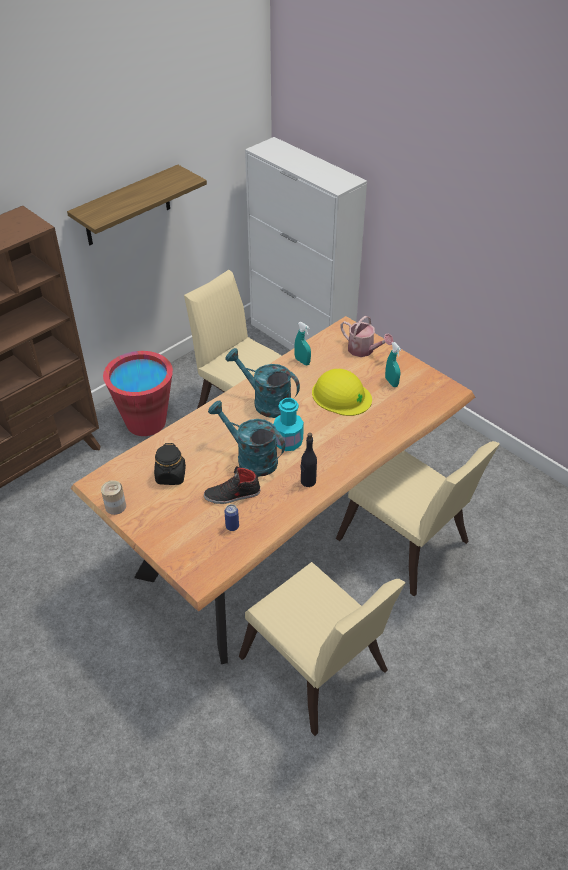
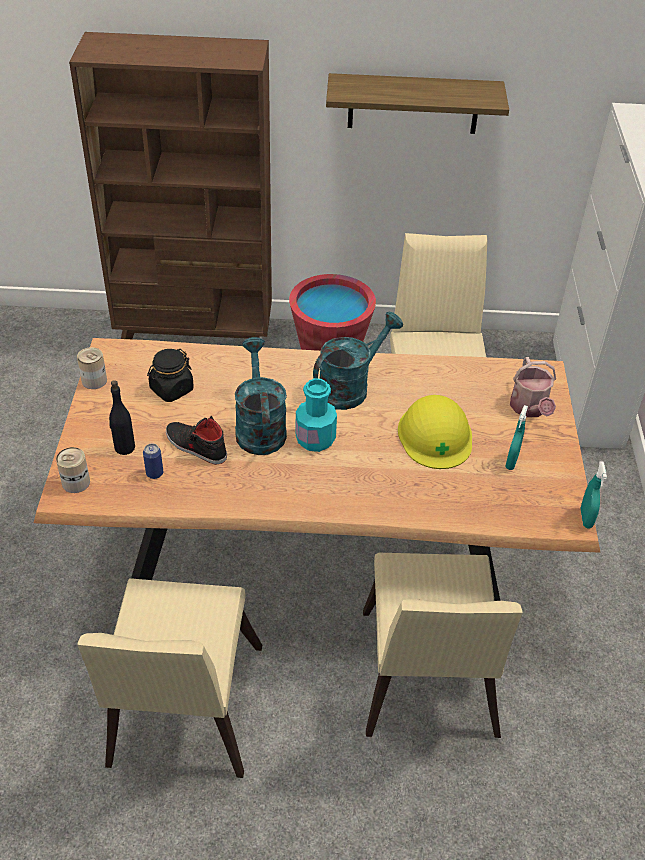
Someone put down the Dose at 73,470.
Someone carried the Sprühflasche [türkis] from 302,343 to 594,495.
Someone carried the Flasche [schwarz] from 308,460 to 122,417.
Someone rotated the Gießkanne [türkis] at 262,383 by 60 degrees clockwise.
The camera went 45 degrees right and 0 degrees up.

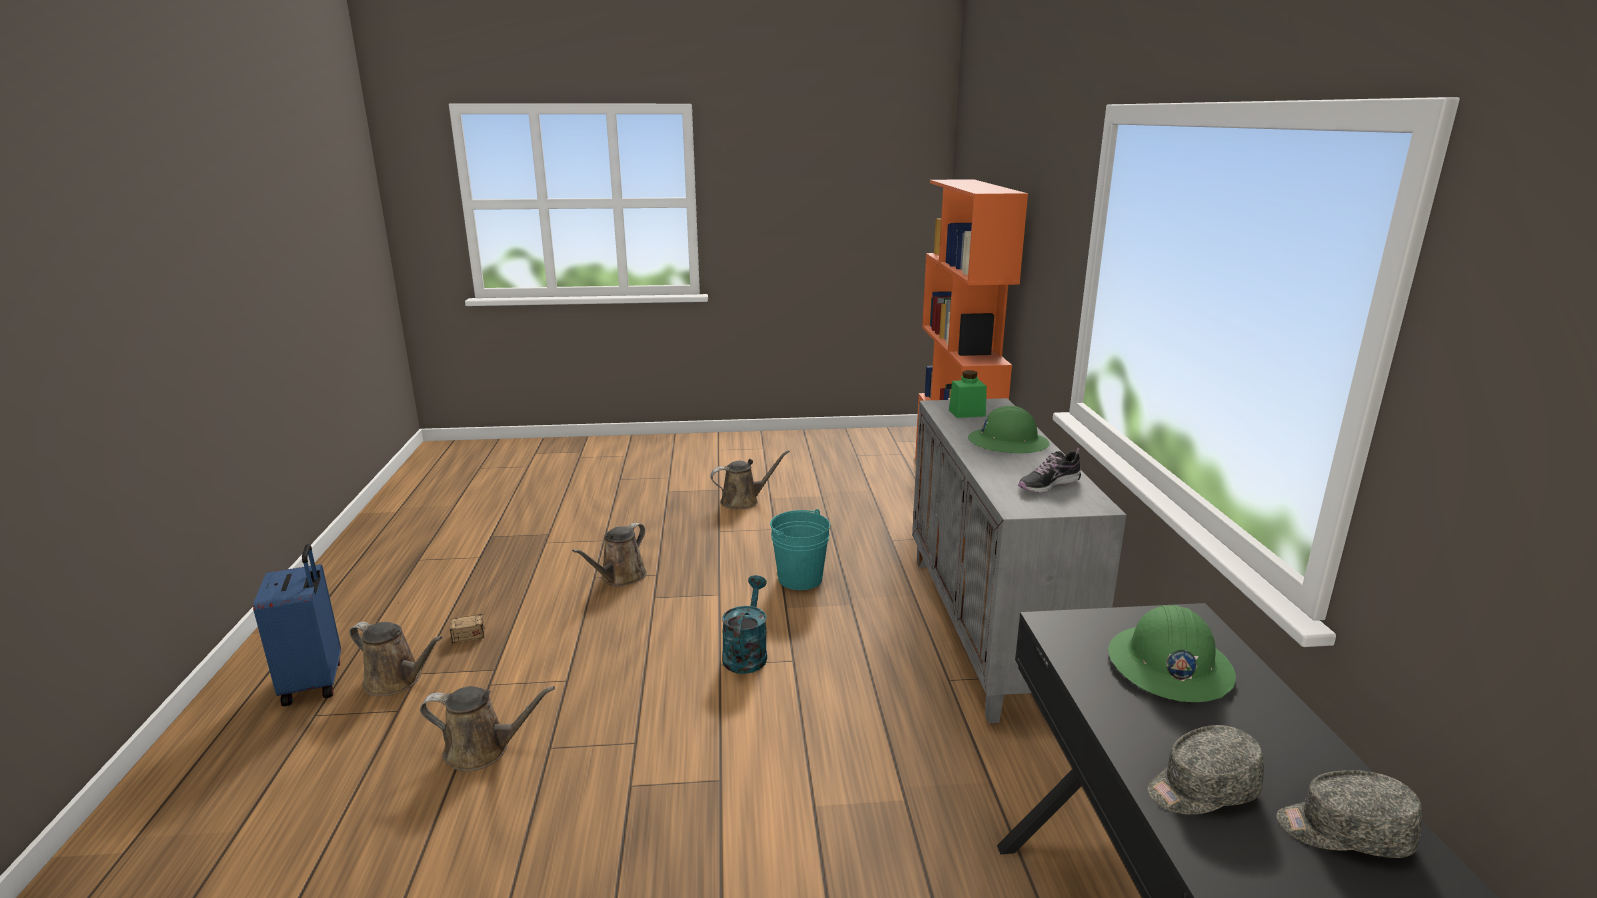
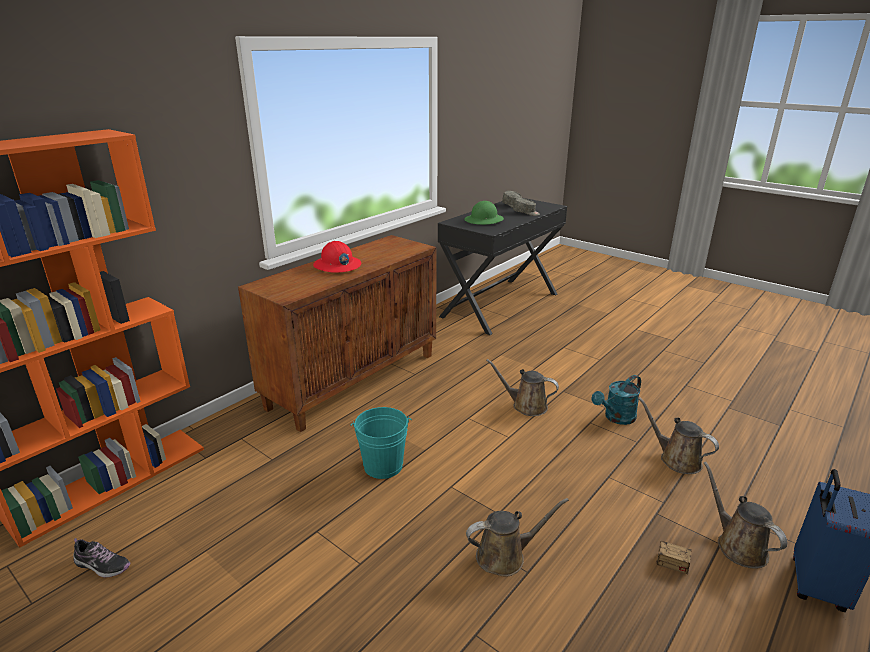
Someone took away the Vorratsglas [grün] at 968,394.
Someone carried the Gießkanne [braun] from 750,479 to 522,387.
Someone carried the Gießkanne [türkis] from 744,624 to 616,400.
Someone carried the Schuh from 1049,470 to 102,558.
Someone repainted the Schrank [grau] at 1019,560, which became the Schrank [braun] at 337,333.
Someone repainted the Schutzhelm [grün] at 1009,429, which became the Schutzhelm [rot] at 337,257.
The camera went 135 degrees left and 5 degrees up.

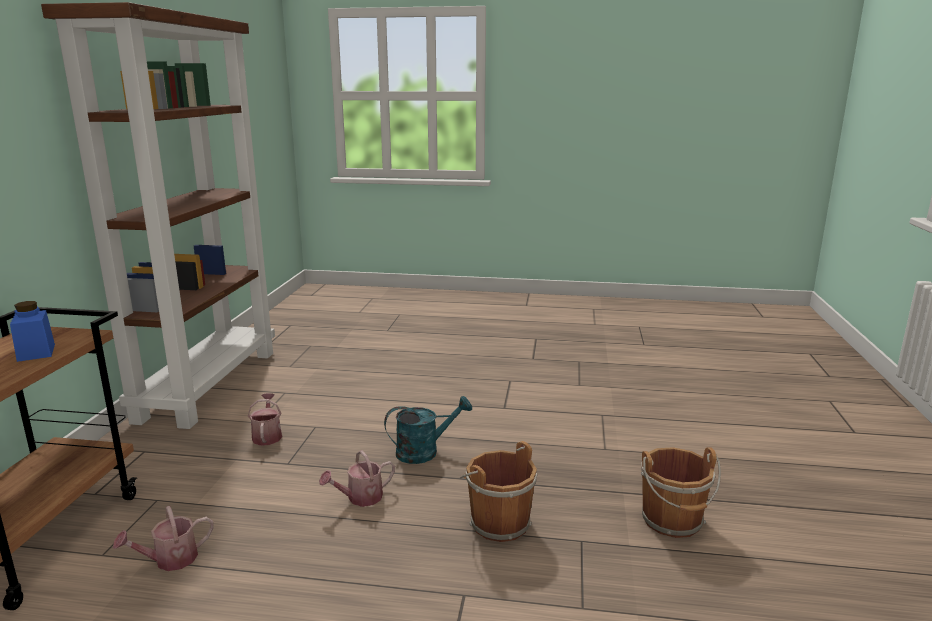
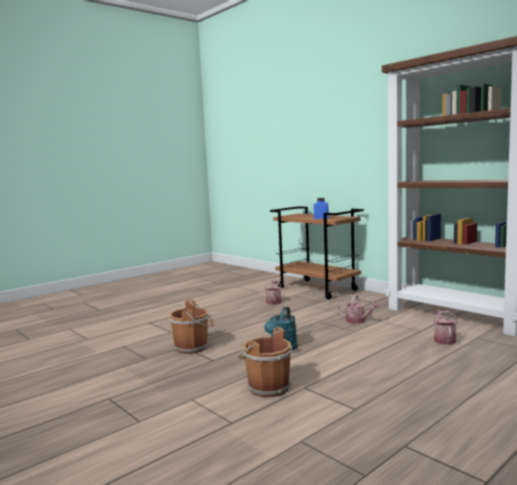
Someone carried the Gießkanne from 357,478 to 445,327.
Someone carried the Eimer [braun] from 681,492 to 265,362.
The camera went 130 degrees right and 10 degrees down.

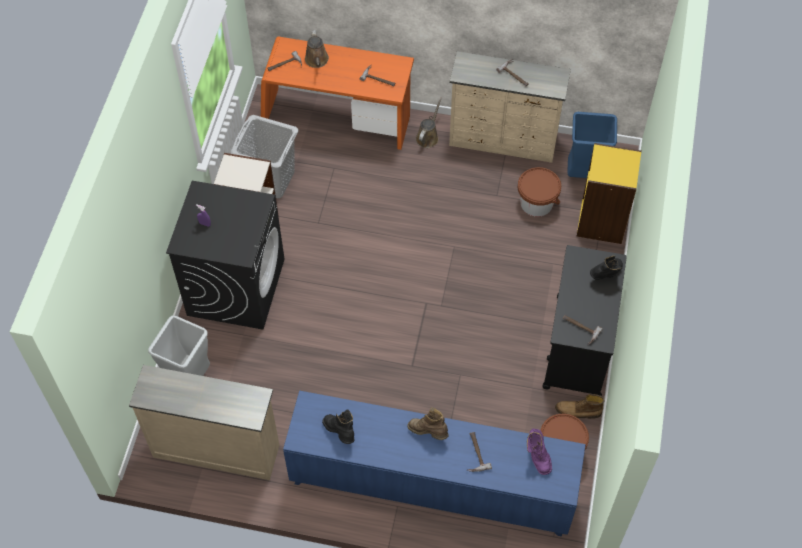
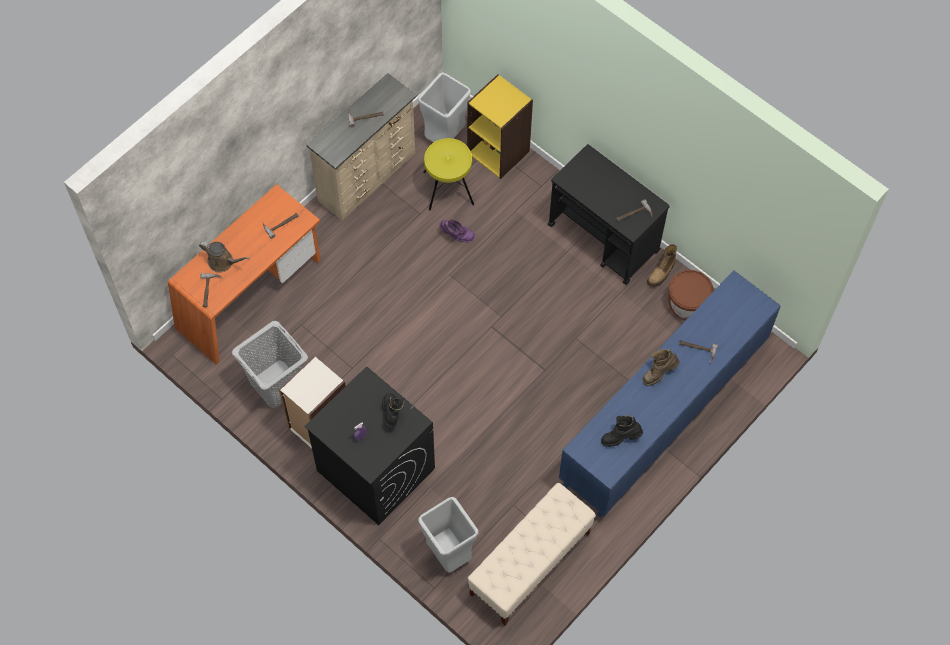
Someone took away the Gießkanne [braun] at 429,122.
Someone carried the Stiefel [lila] from 539,452 to 457,230.
Someone carried the Stiefel [schwarz] from 606,268 to 393,410.
Someone swapped the Kommode [beige] at 204,422 for the Bank [beige] at 532,554.
Someone swapped the Eimer [braun] at 539,192 for the Hocker [gelb] at 448,174.
Someone repainted the Mülleimer [blau] at 592,145, which became the Mülleimer [grau] at 444,107.
The camera went 60 degrees left and 5 degrees up.

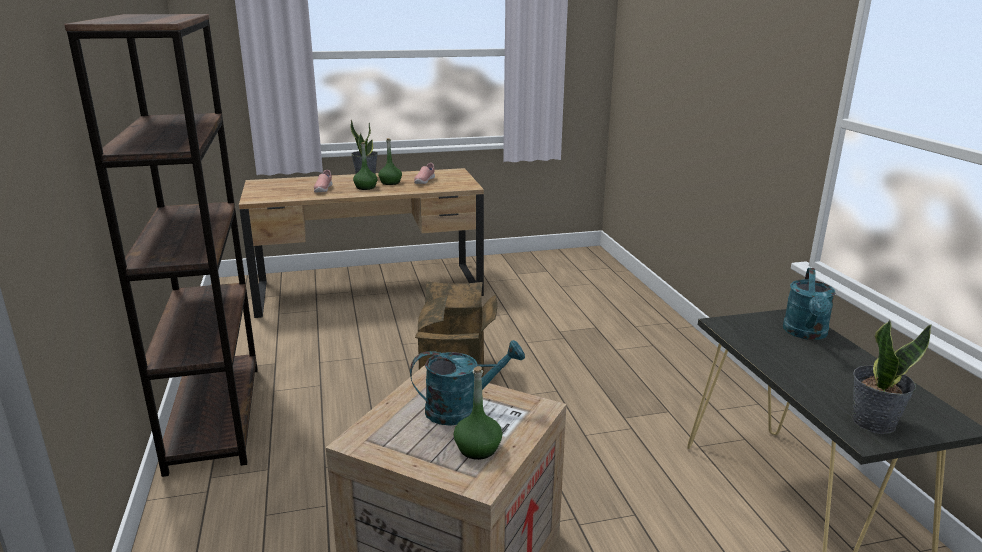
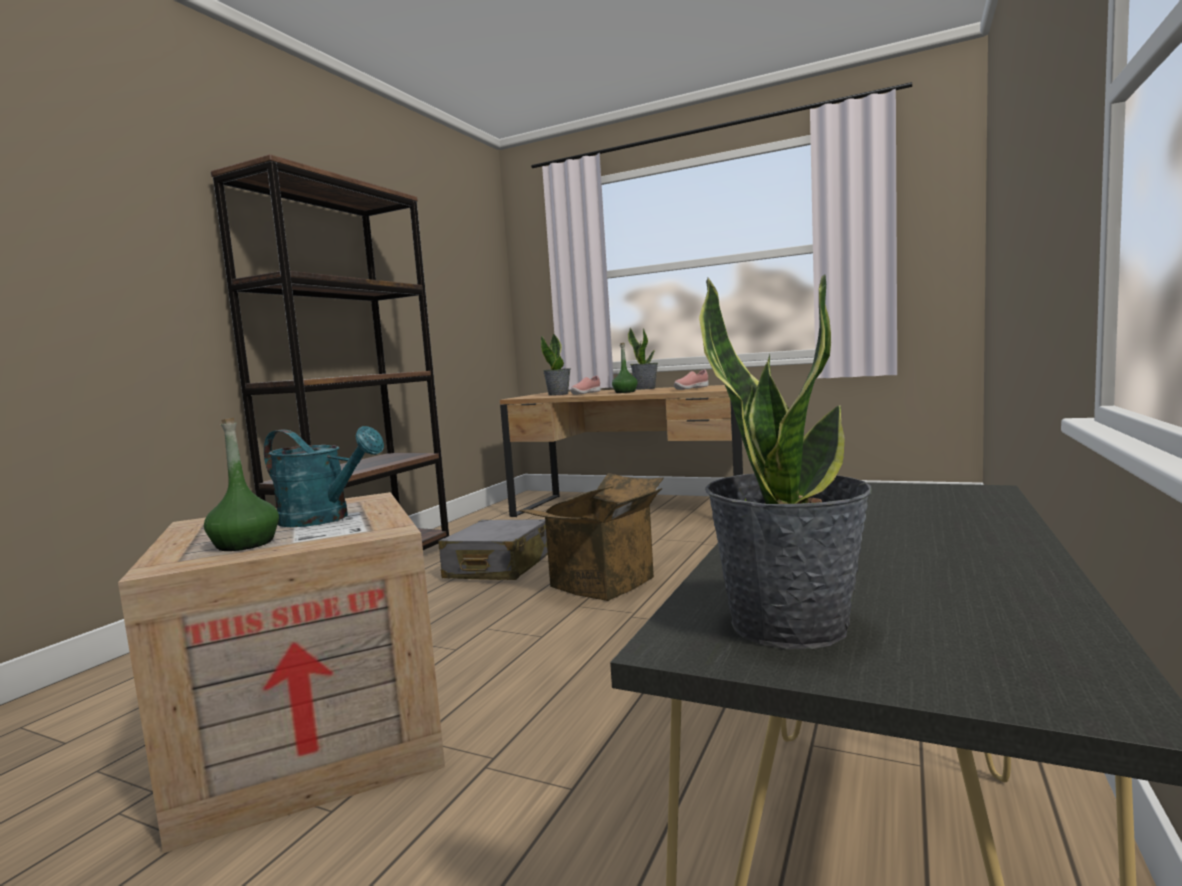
Someone took away the Flasche [grün] at 390,161.
Someone took away the Gießkanne [türkis] at 809,304.
Someone put down the Koffer [grau] at 493,549.
Someone put down the Topfpflanze at 556,364.
The camera went 40 degrees right and 15 degrees down.

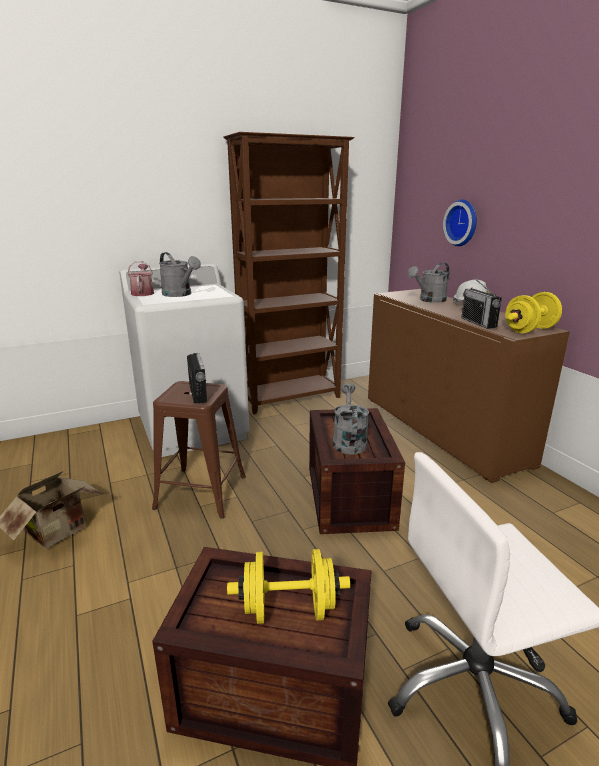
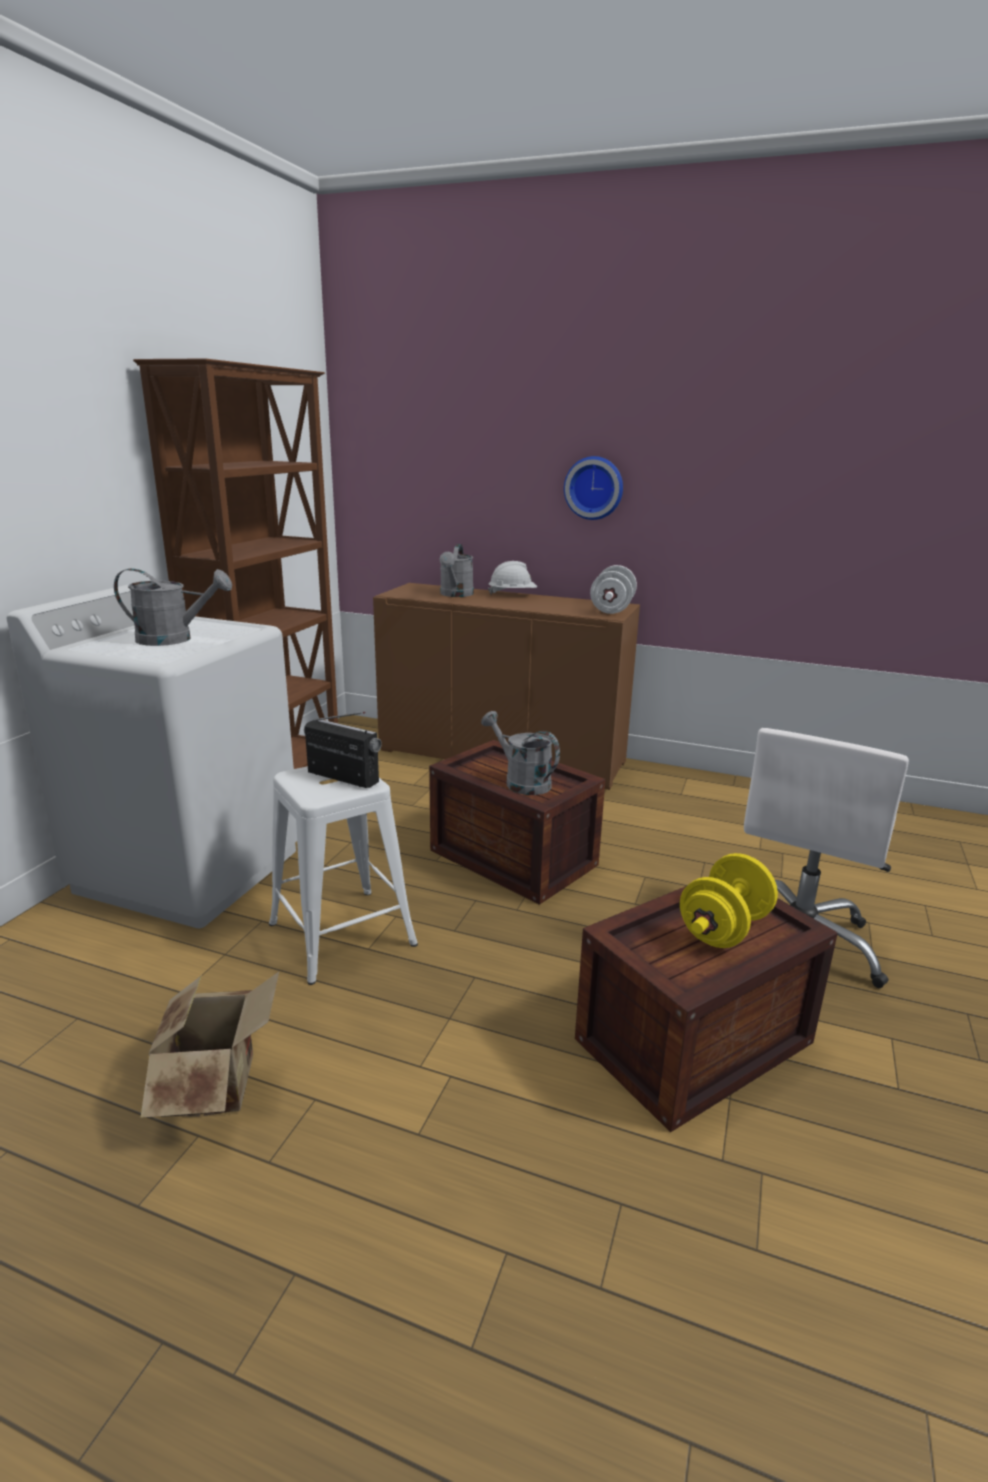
Someone took away the Gießkanne at 140,278.
Someone took away the Radio at 481,303.
Someone carried the Wanduhr from 460,222 to 593,488.
Someone repainted the Hocker [braun] at 199,450, which became the Hocker [weiß] at 343,875.
Someone repainted the Hantel [gelb] at 534,312, which became the Hantel [weiß] at 613,589.
The camera went 45 degrees left and 0 degrees up.

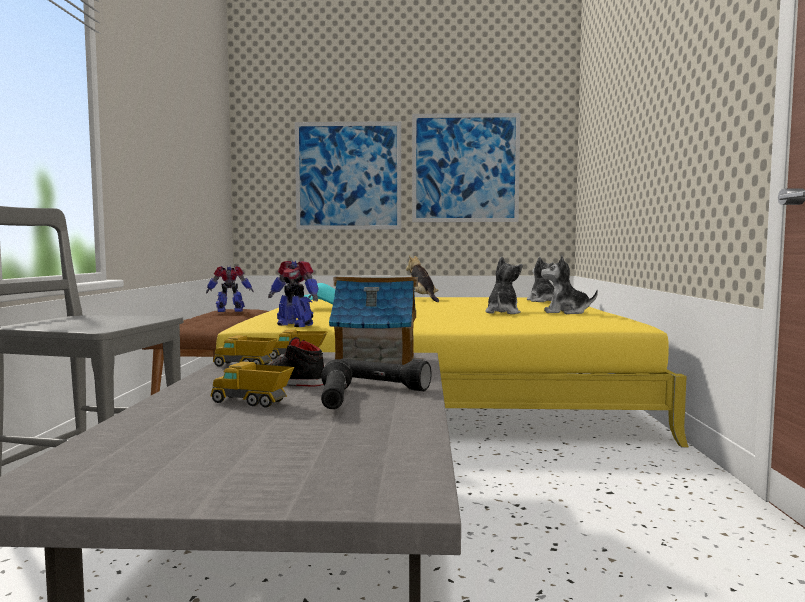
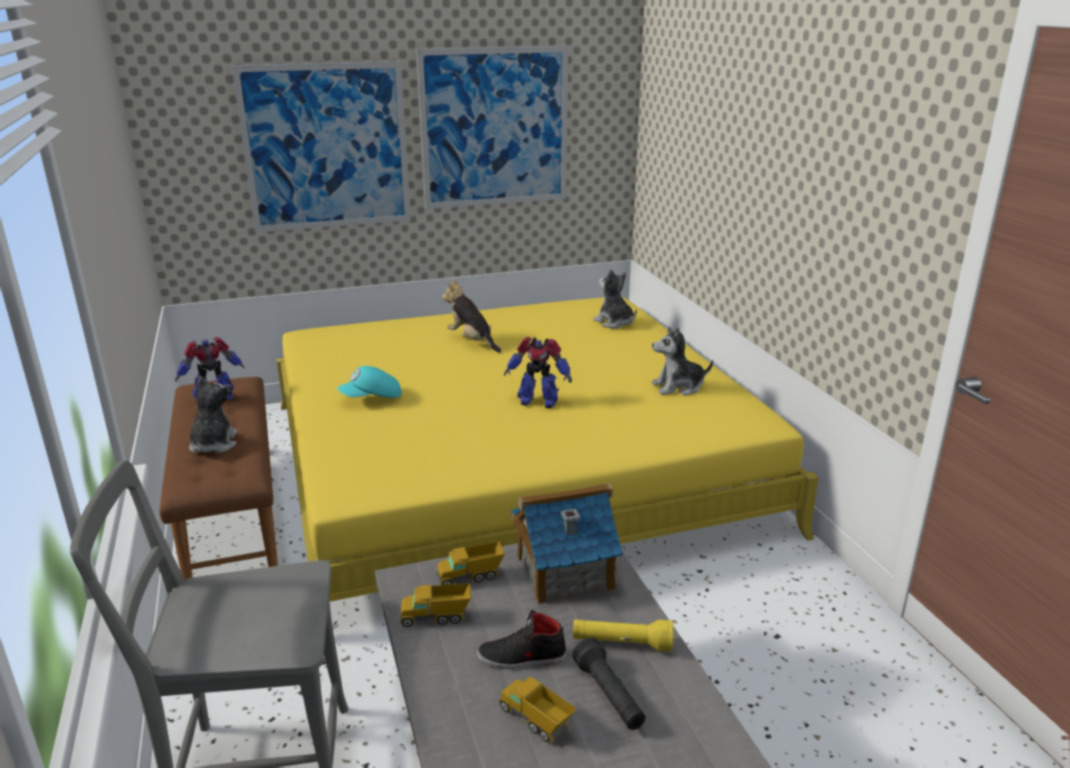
Someone carried the Spielzeugroboter from 293,293 to 538,372.
Someone carried the Plüschtier from 504,285 to 213,414.
Someone repainted the Taschenlampe [schwarz] at 386,375, which became the Taschenlampe [gelb] at 623,636.
Someone rotated the Spielzeuglaster at 252,384 by 45 degrees clockwise.
The camera went 20 degrees left and 20 degrees up.

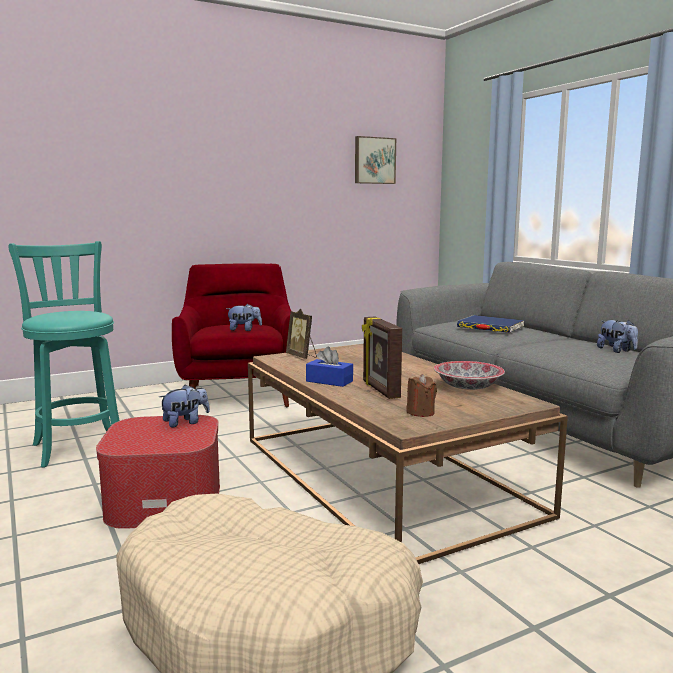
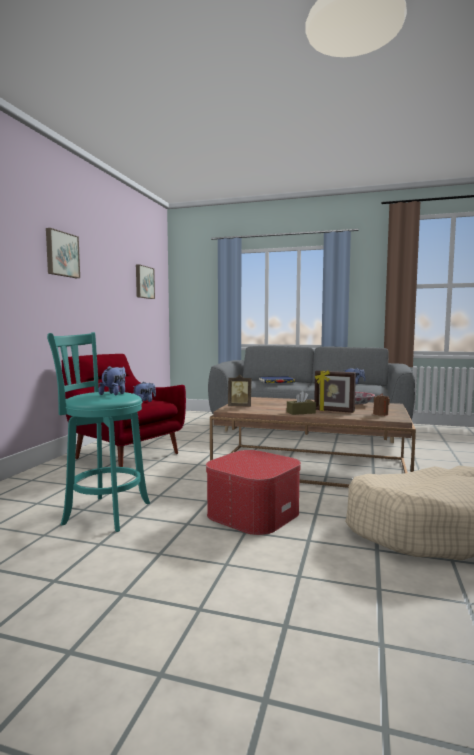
Someone put up the Bild at 63,253.
Someone carried the Plüschtier from 184,406 to 112,381.
Someone repainted the Taschentuchbox [blau] at 329,366, which became the Taschentuchbox [braun] at 301,403.
The camera went 45 degrees left and 5 degrees down.

